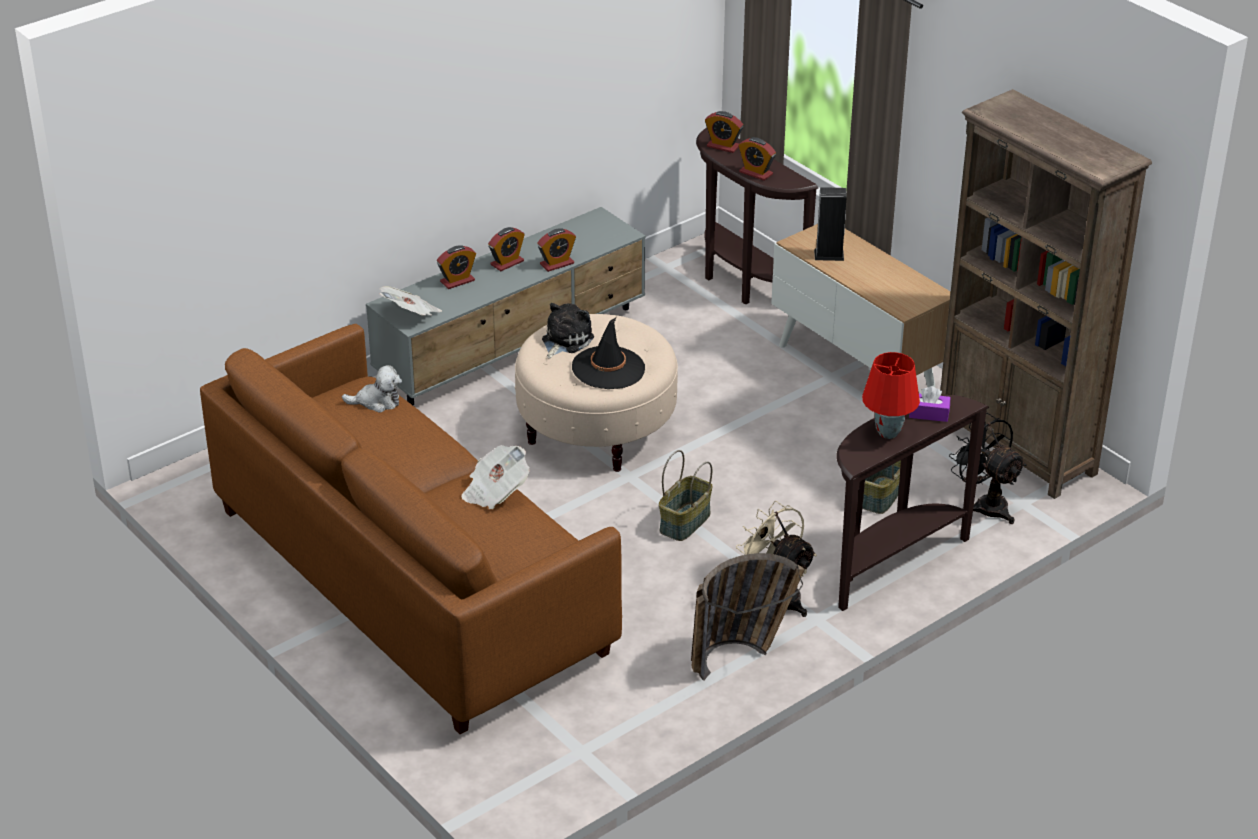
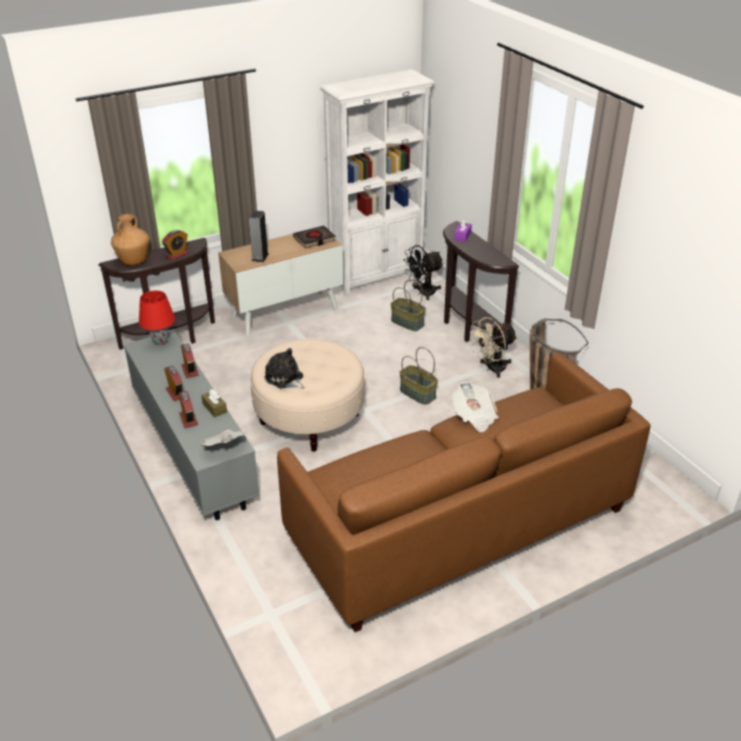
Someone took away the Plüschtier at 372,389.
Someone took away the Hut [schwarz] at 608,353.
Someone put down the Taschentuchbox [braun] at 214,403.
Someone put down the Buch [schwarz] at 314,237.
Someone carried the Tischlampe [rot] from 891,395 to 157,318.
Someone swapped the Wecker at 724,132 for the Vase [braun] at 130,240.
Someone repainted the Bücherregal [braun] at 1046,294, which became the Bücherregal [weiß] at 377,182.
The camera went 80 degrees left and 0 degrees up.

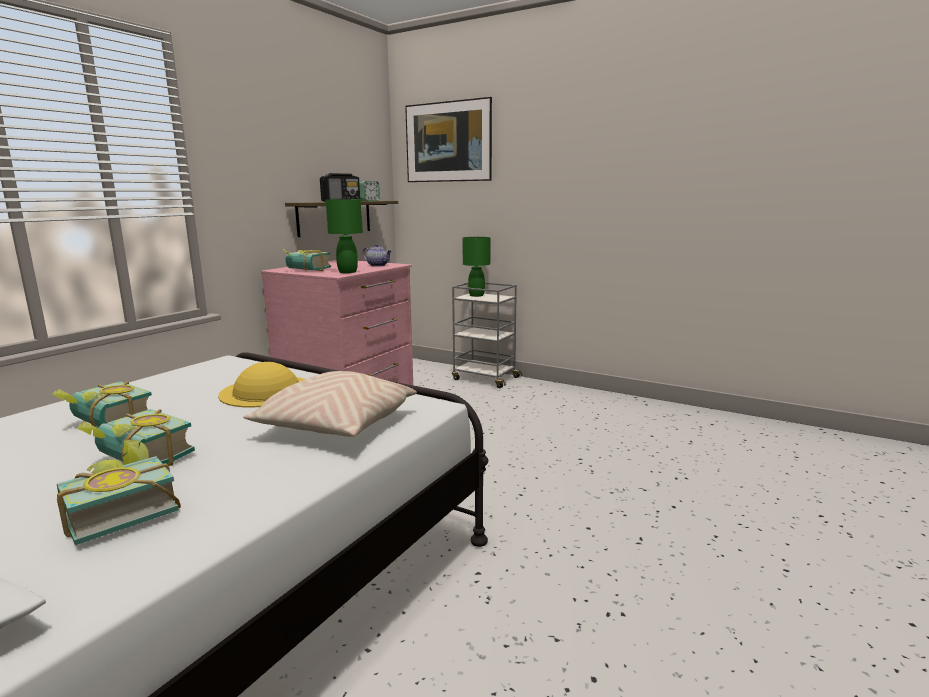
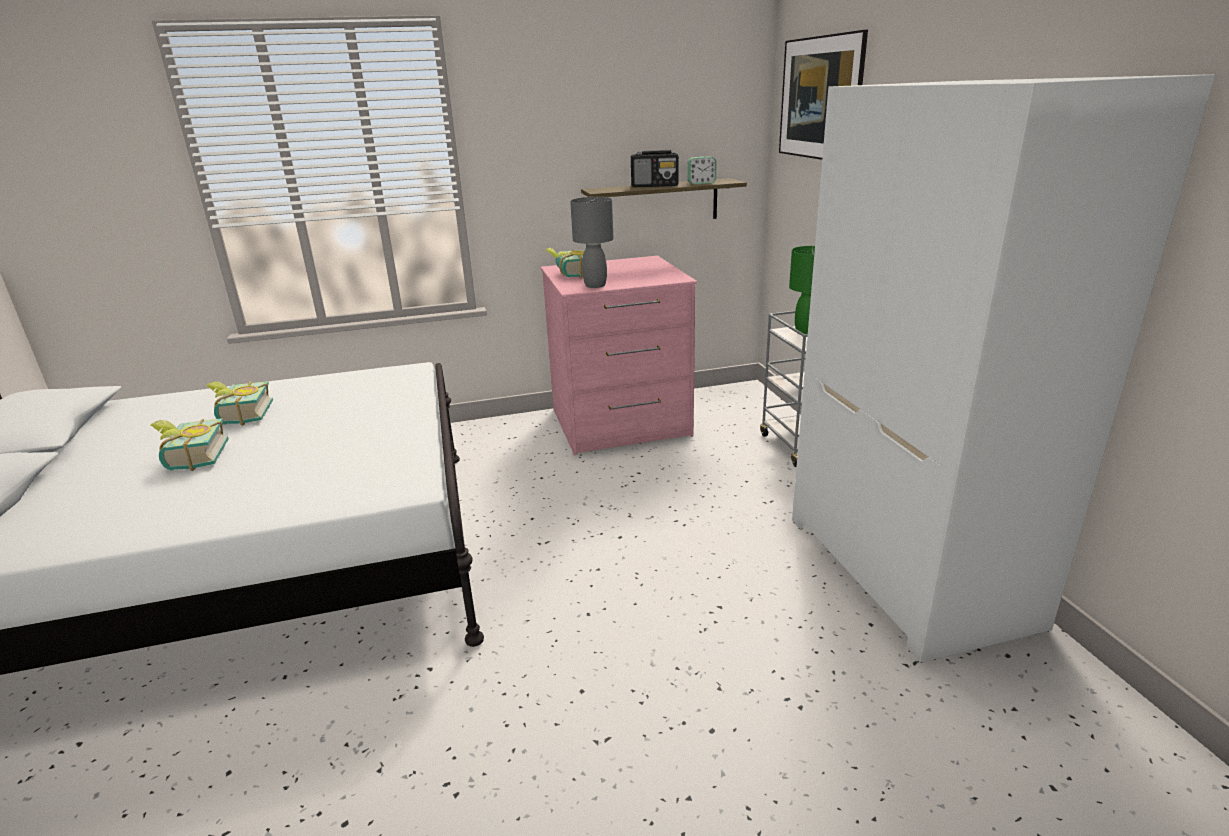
Someone took away the Buch at 119,492.
Someone took away the Hut [gelb] at 261,385.
Someone took away the Kissen [beige] at 330,404.
Someone took away the Teekanne at 377,255.
Someone put down the Kleiderschrank [weiß] at 1003,368.
Someone repainted the Tischlampe [grün] at 344,236, which became the Tischlampe [grau] at 592,242.
The camera went 45 degrees right and 10 degrees up.

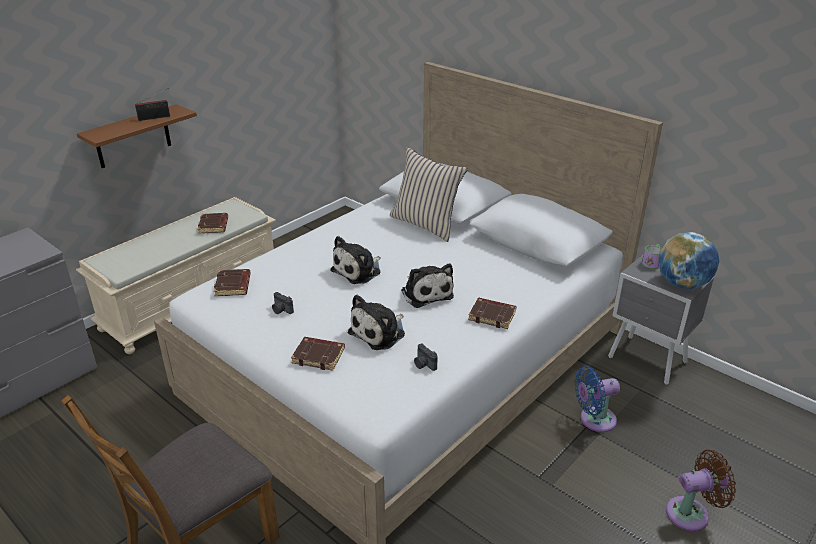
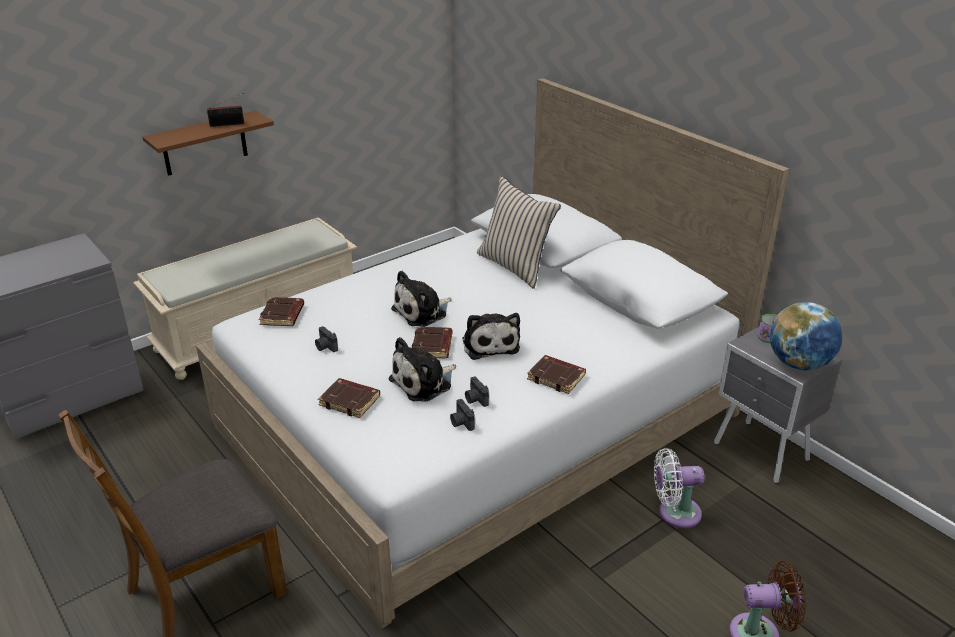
Someone put down the Kamera at 477,392.
Someone carried the Buch [braun] from 213,223 to 432,342.
Someone repainted the Ventilator [blau] at 597,399, which became the Ventilator [weiß] at 679,488.
The camera went 10 degrees right and 0 degrees up.

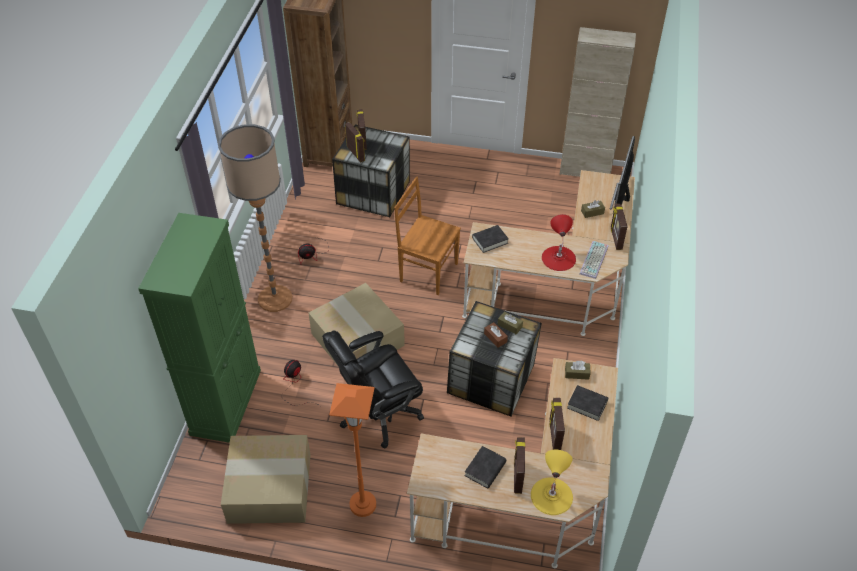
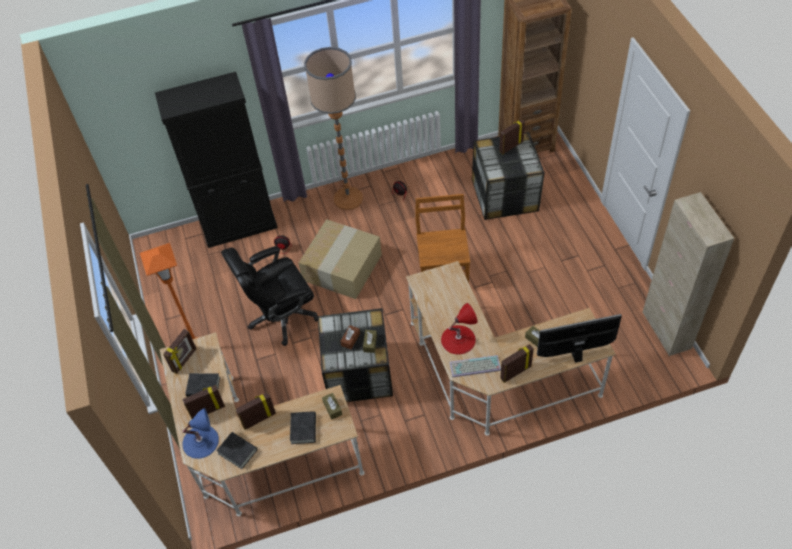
Someone took away the Karton at 266,479.
Someone carried the Bilderrahmen from 355,142 to 179,351.
Someone carried the Buch [schwarz] from 490,239 to 236,450.
Someone repainted the Schrank [grün] at 199,328, which became the Schrank [schwarz] at 216,160.
Someone repainted the Tischlampe [gelb] at 552,482, which became the Tischlampe [blau] at 200,433.
Someone rotated the Bürostuhl [schwarz] at 373,390 by 60 degrees counterclockwise.
The camera went 65 degrees right and 5 degrees up.

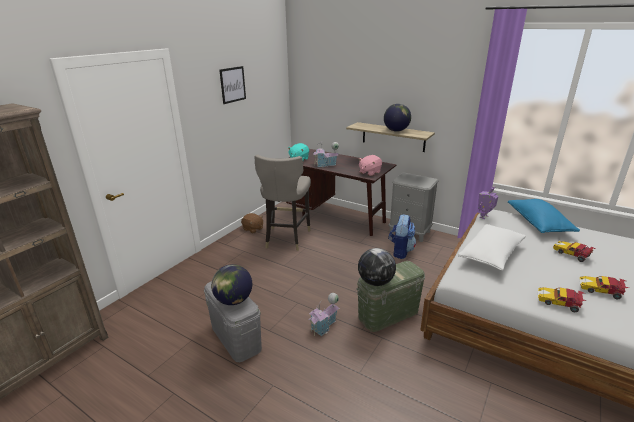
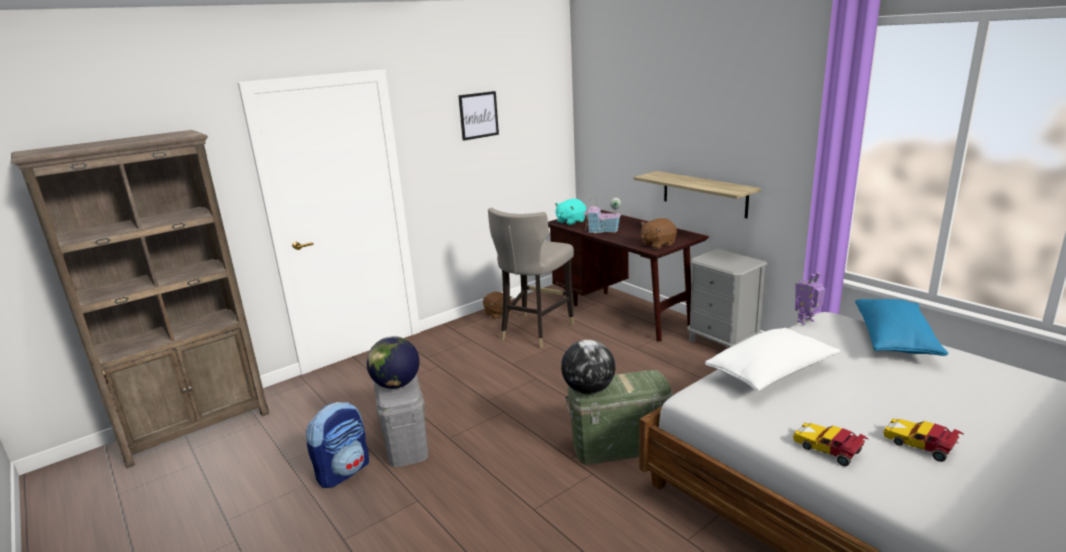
Someone took away the Spielzeughaus at 323,314.
Someone took away the Globus at 397,118.
Someone took away the Spielzeugauto at 574,251.
Someone carried the Rucksack from 402,236 to 337,445.
Someone repainted the Plüschtier [rosa] at 370,165, which became the Plüschtier [braun] at 659,233.
The camera went 20 degrees right and 5 degrees down.

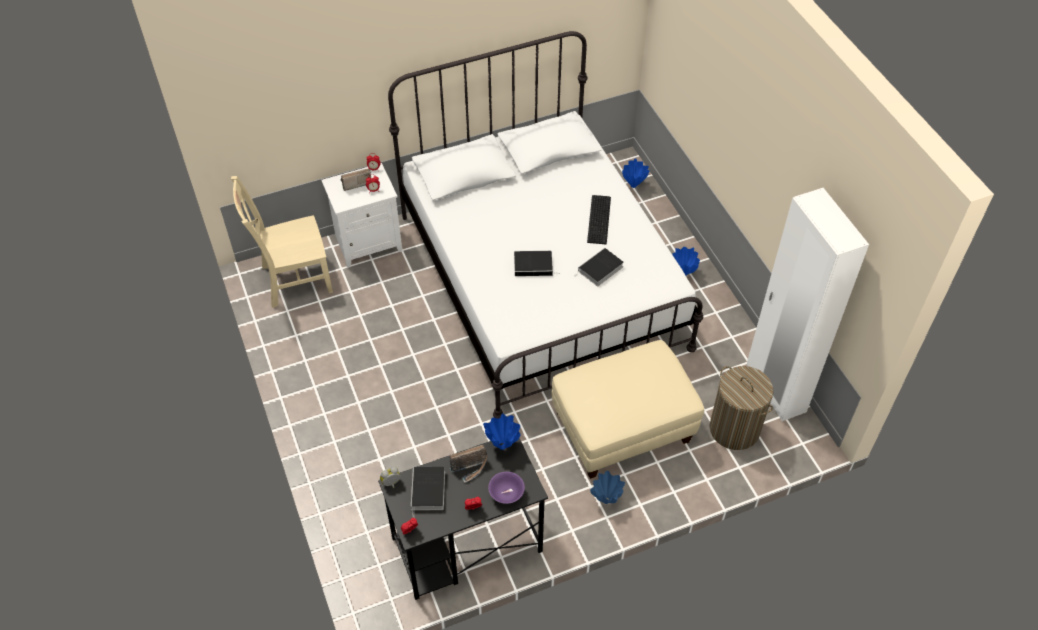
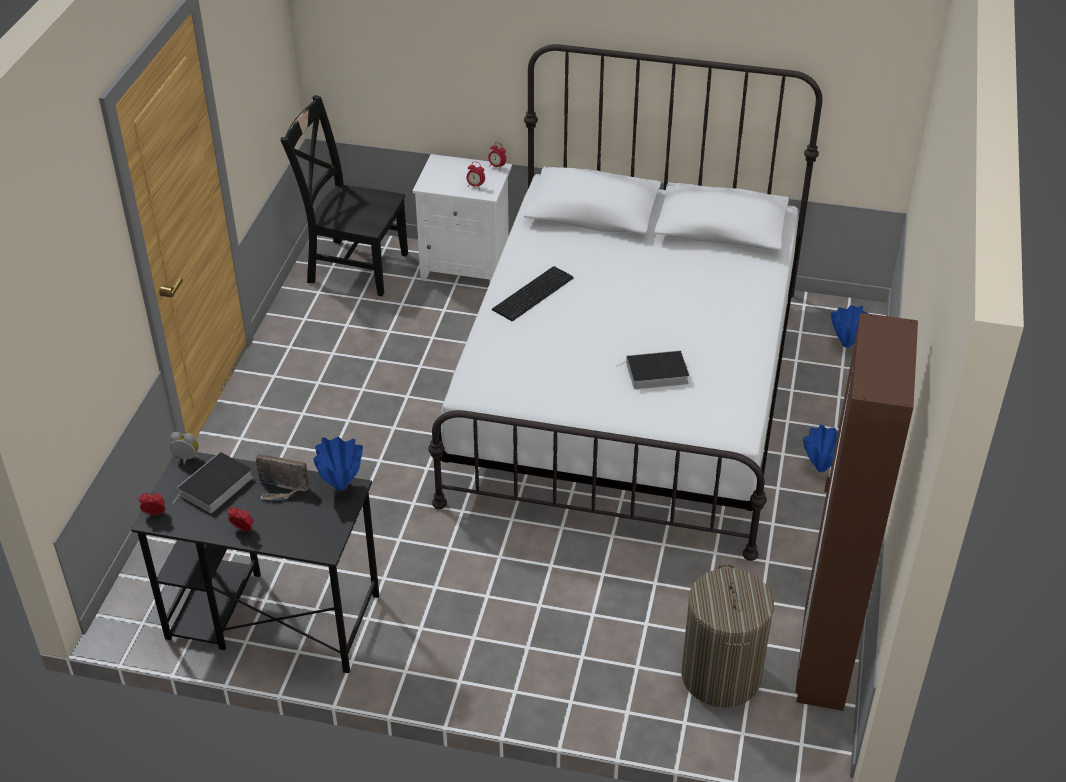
Someone took away the Radio at 356,179.
Someone took away the Schüssel [lila] at 506,488.
Someone took away the Buch at 535,263.
Someone took away the Polsterhocker [beige] at 627,409.
Someone took away the Vase [blau] at 607,487.
Someone carried the Tastatur from 599,220 to 533,293.
Someone repainted the Stuhl [beige] at 282,242, which became the Stuhl [schwarz] at 344,195.
Someone repainted the Kleiderschrank [weiß] at 808,304, which became the Kleiderschrank [braun] at 856,512.
The camera went 35 degrees right and 10 degrees down.

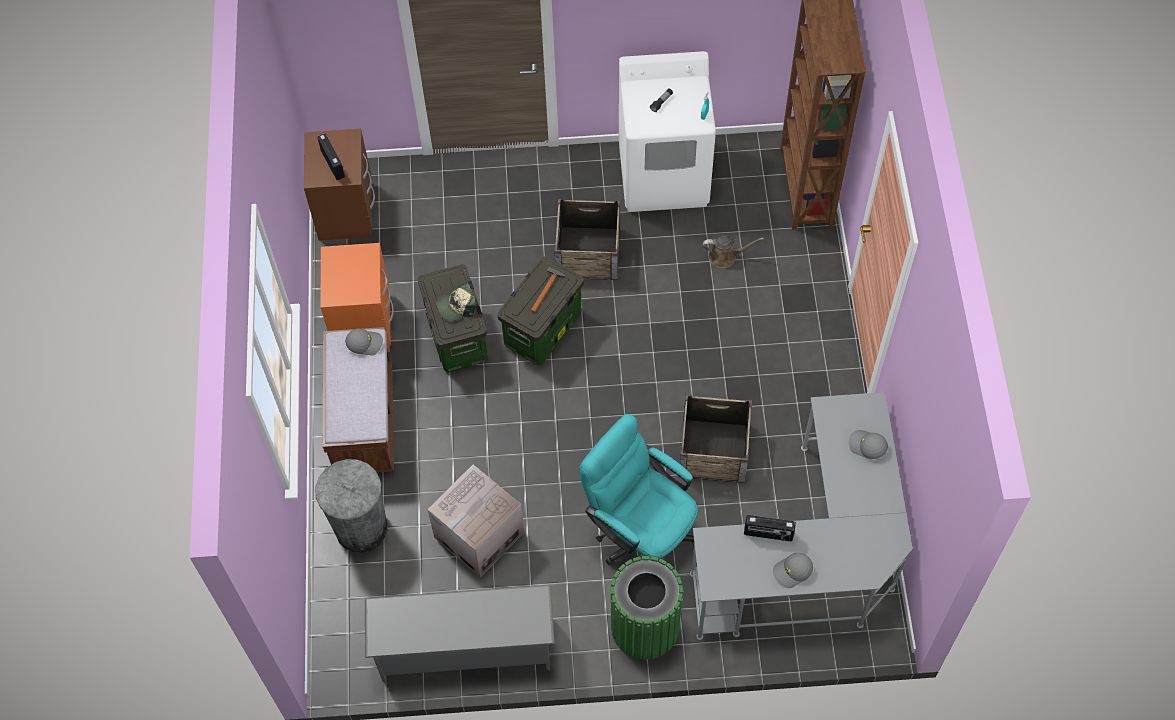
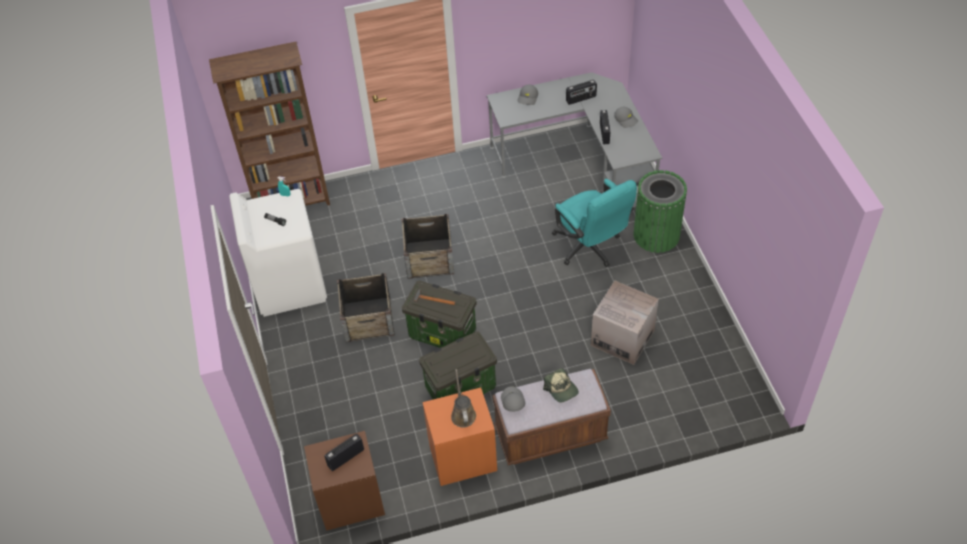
Someone took away the Mülleimer [grau] at 351,506.
Someone took away the Schuhregal [grau] at 460,633.
Someone put down the Radio at 581,92.
Someone carried the Kappe from 456,302 to 561,385.
Someone carried the Kiste from 716,439 to 428,246.
Someone carried the Gießkanne [braun] from 733,251 to 463,398.
Someone rotated the Bürostuhl [türkis] at 638,489 by 60 degrees counterclockwise.
The camera went 100 degrees left and 10 degrees down.

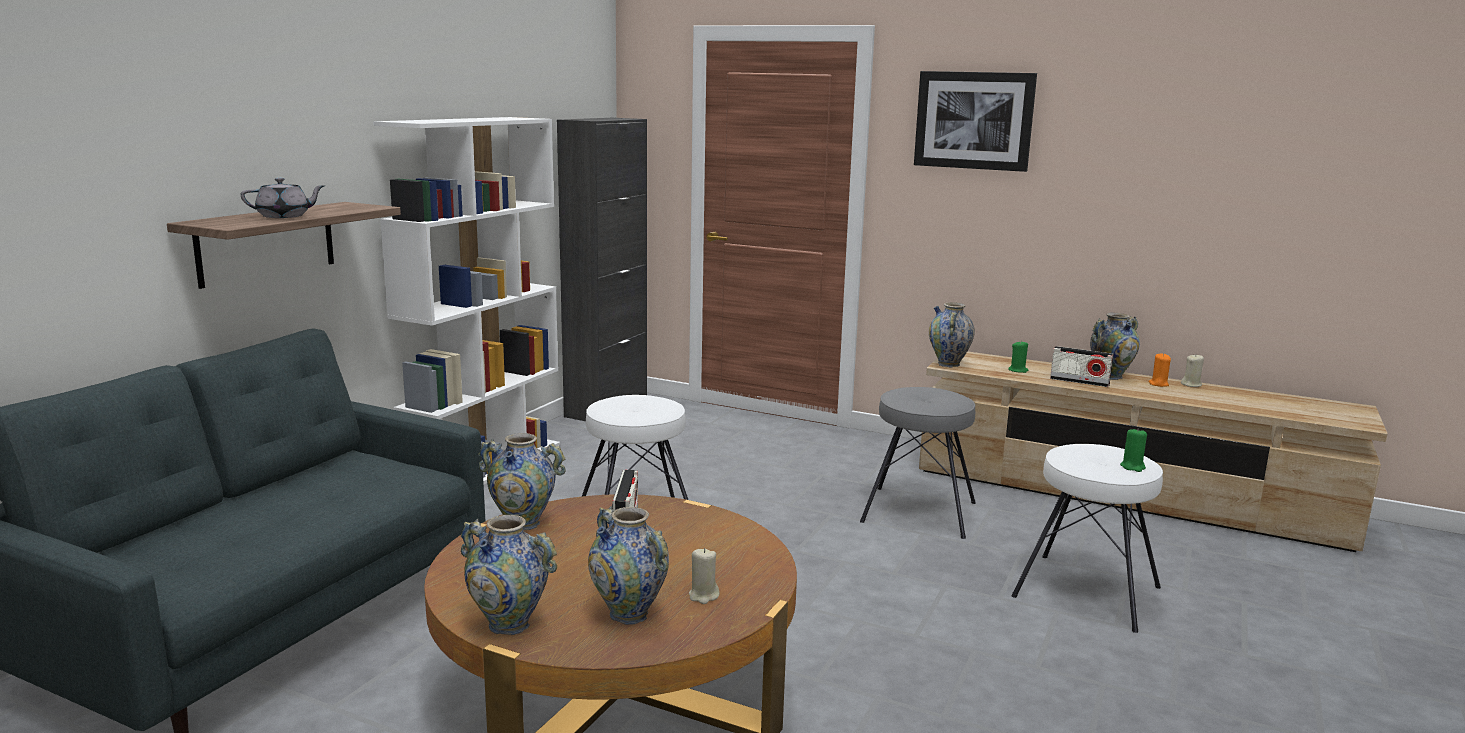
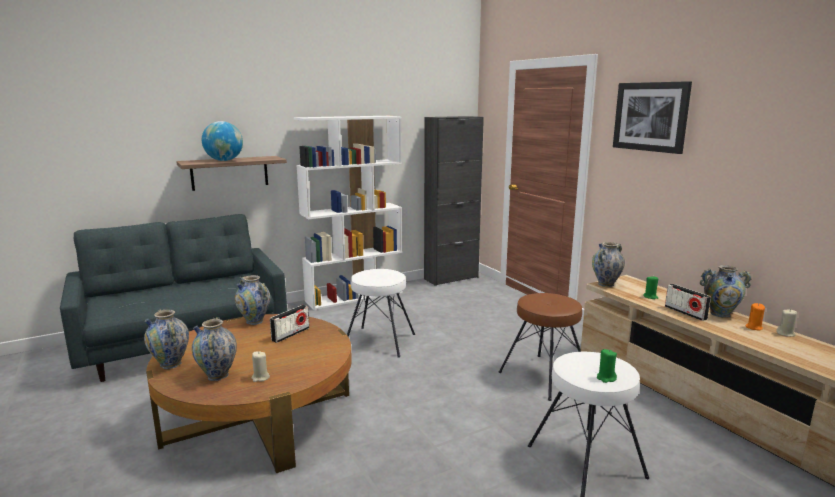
Someone swapped the Teekanne [grau] at 282,198 for the Globus at 222,141.
Someone repainted the Hocker [grau] at 918,463, which became the Hocker [braun] at 540,347.
The camera went 35 degrees right and 0 degrees up.

